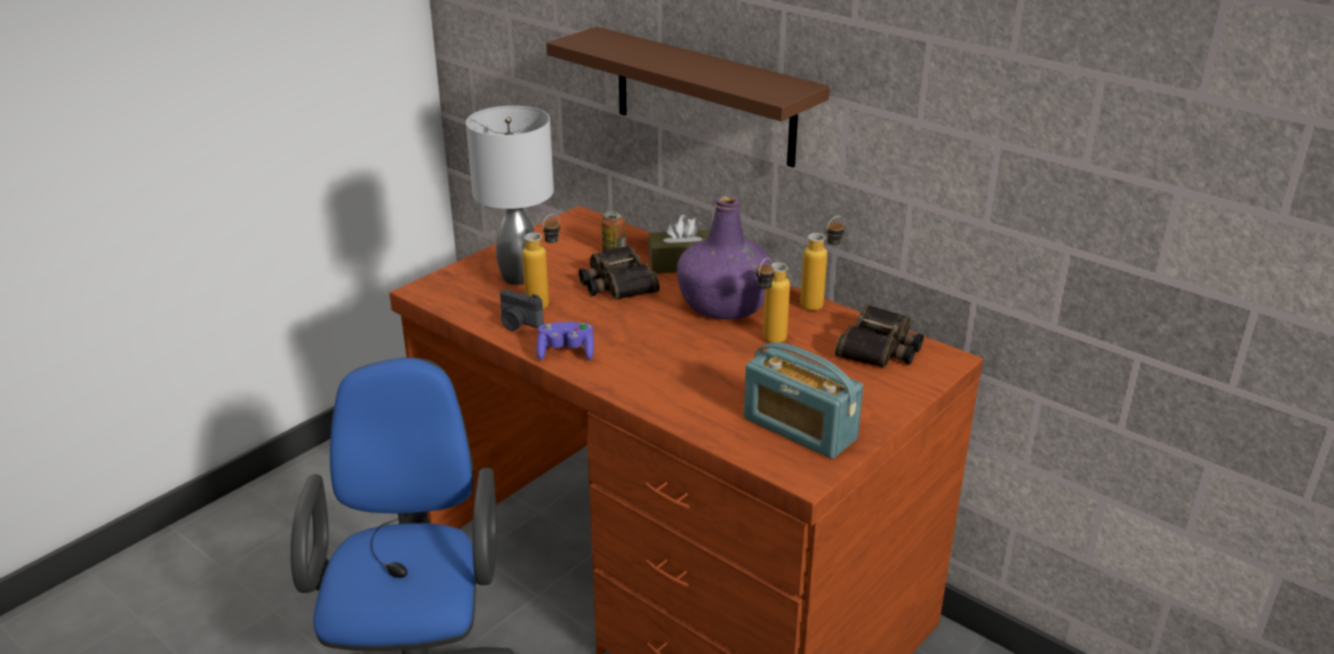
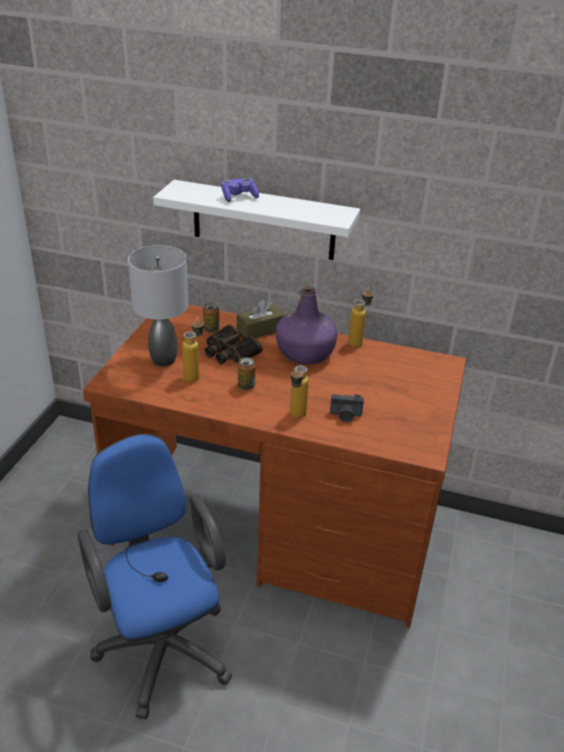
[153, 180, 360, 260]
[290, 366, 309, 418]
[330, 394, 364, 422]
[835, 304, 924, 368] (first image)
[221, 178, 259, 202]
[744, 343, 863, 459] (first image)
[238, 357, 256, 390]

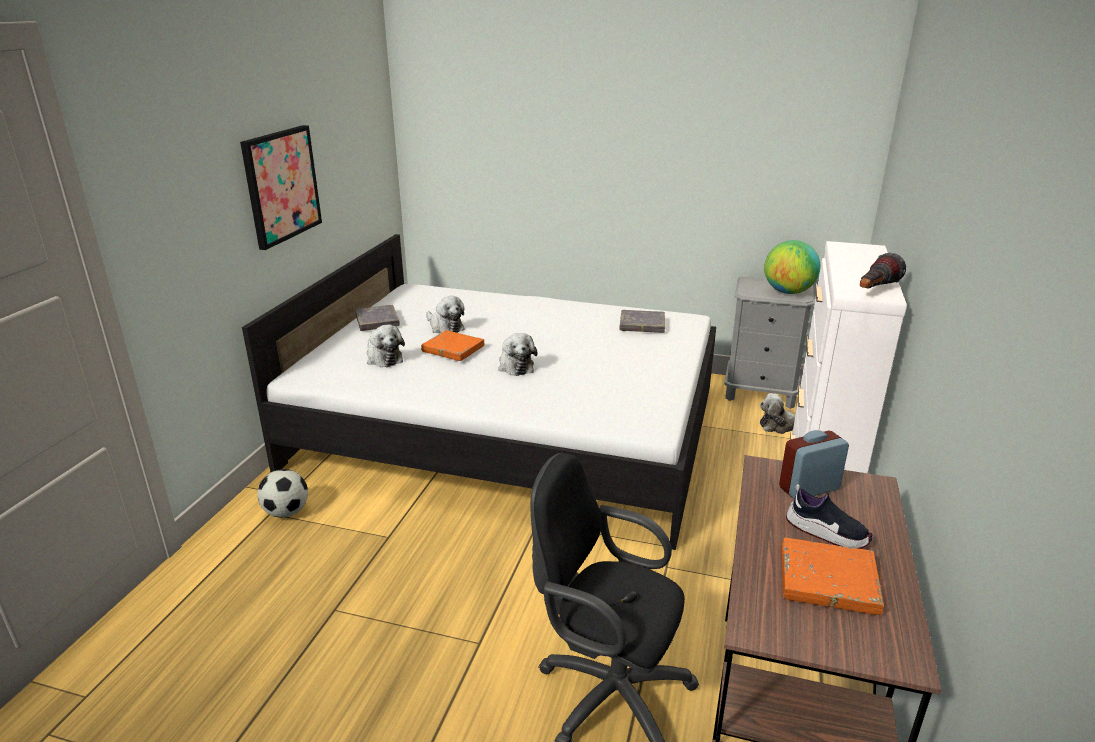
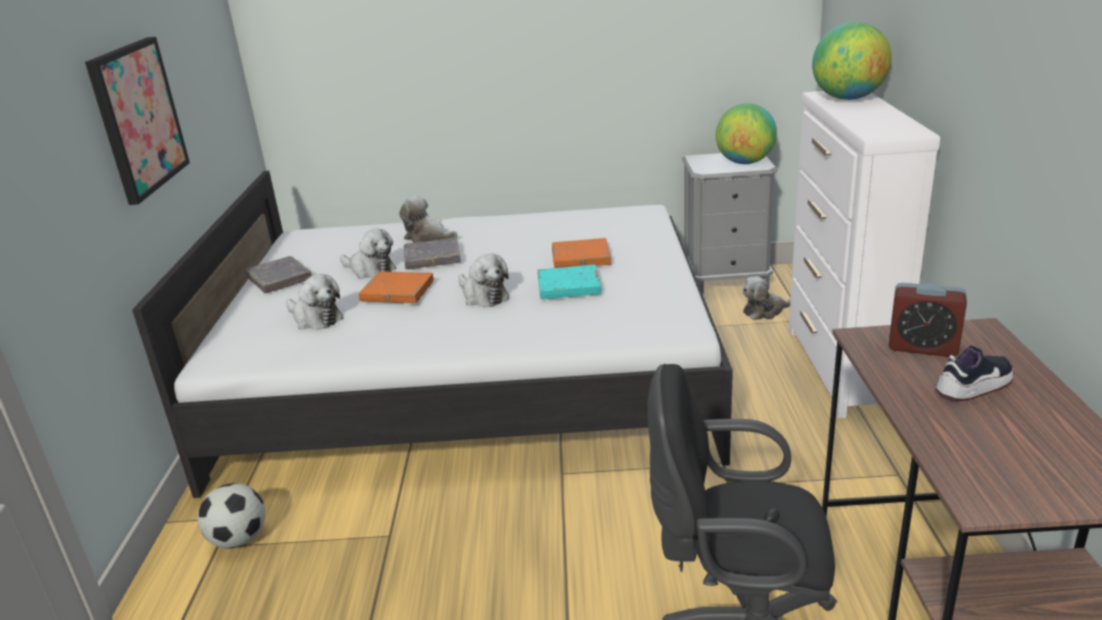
[860, 253, 906, 288] (first image)
[404, 238, 461, 270]
[889, 283, 967, 357]
[935, 346, 1014, 401]
[552, 238, 611, 268]
[812, 22, 891, 100]
[399, 196, 457, 243]
[537, 265, 602, 299]

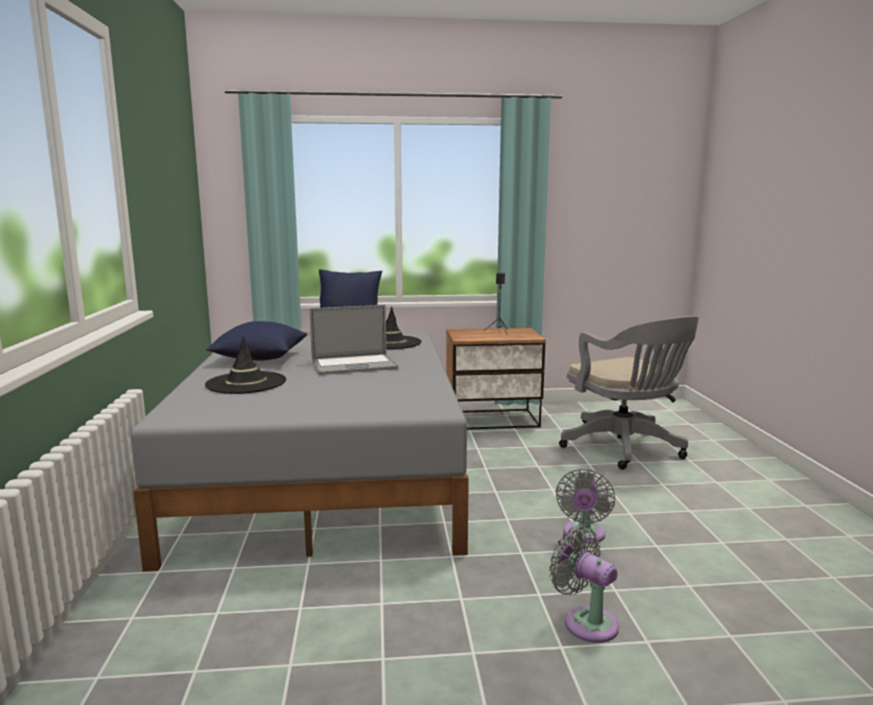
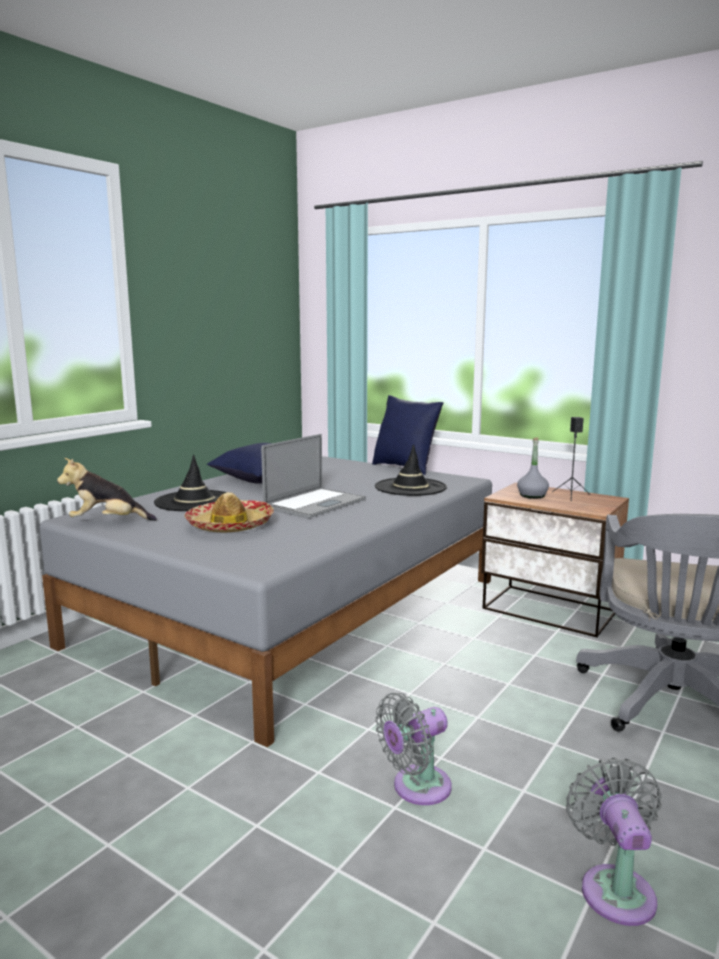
[261, 434, 366, 518]
[566, 757, 662, 926]
[517, 437, 549, 499]
[57, 458, 157, 521]
[184, 492, 274, 532]

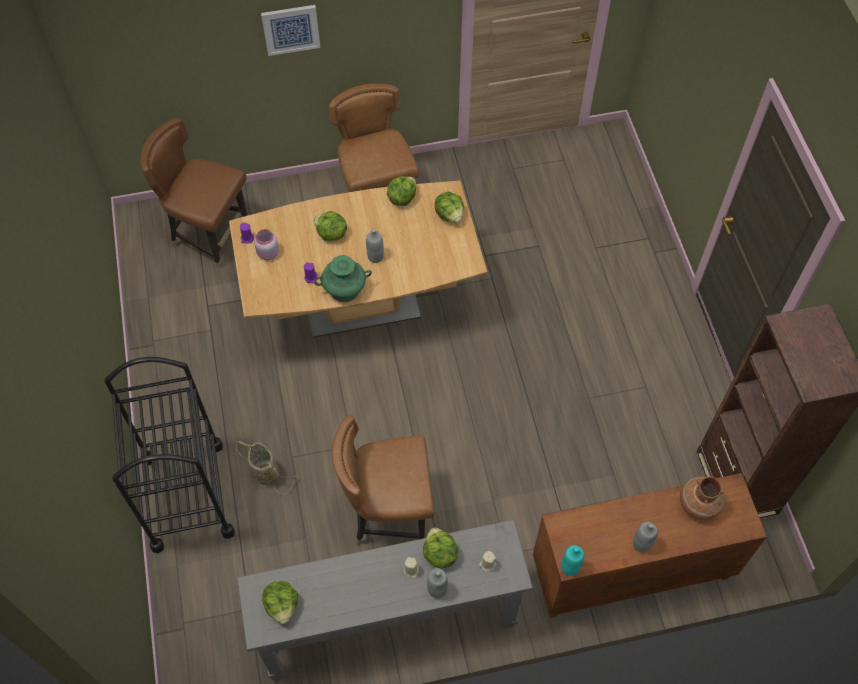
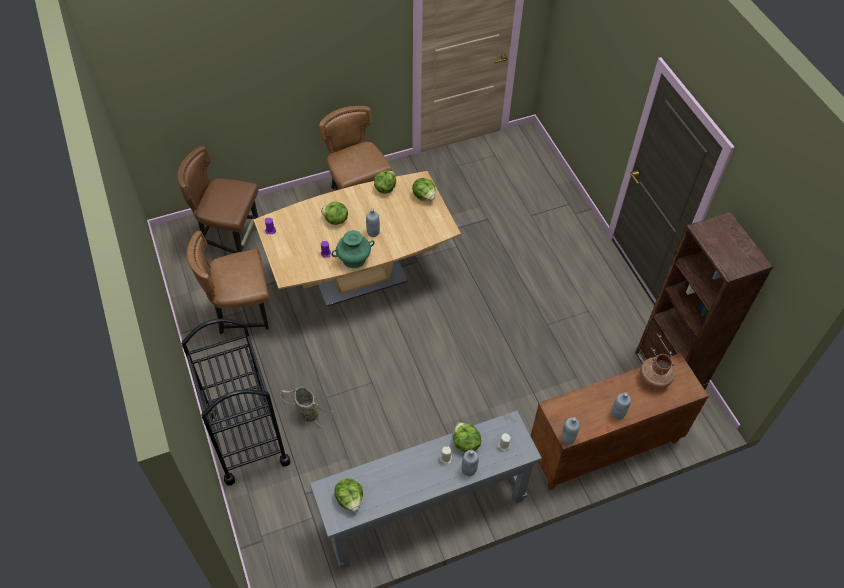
[261, 5, 320, 56] (first image)
[254, 229, 279, 260] (first image)
[187, 231, 270, 340]
[561, 417, 580, 444]

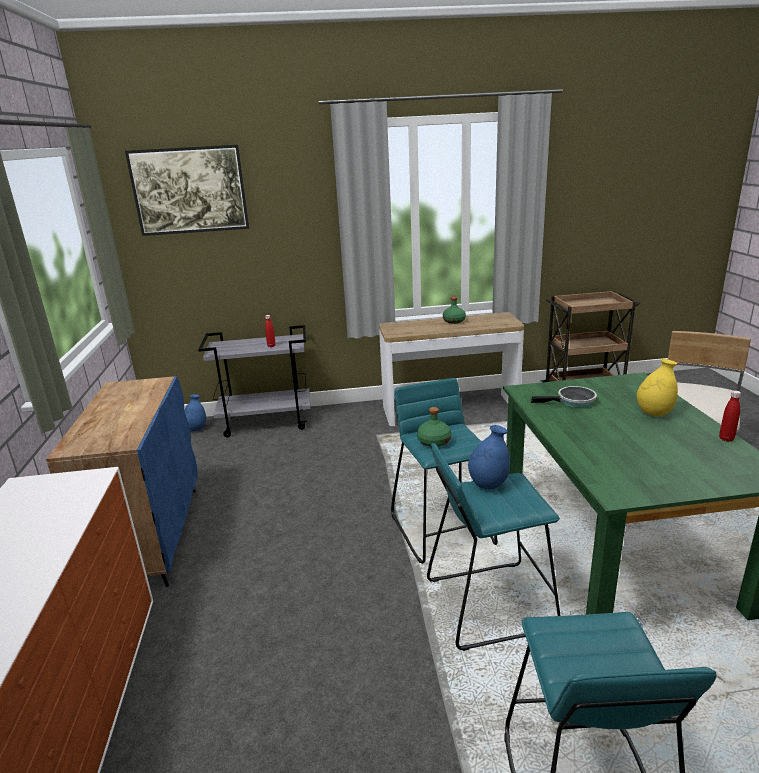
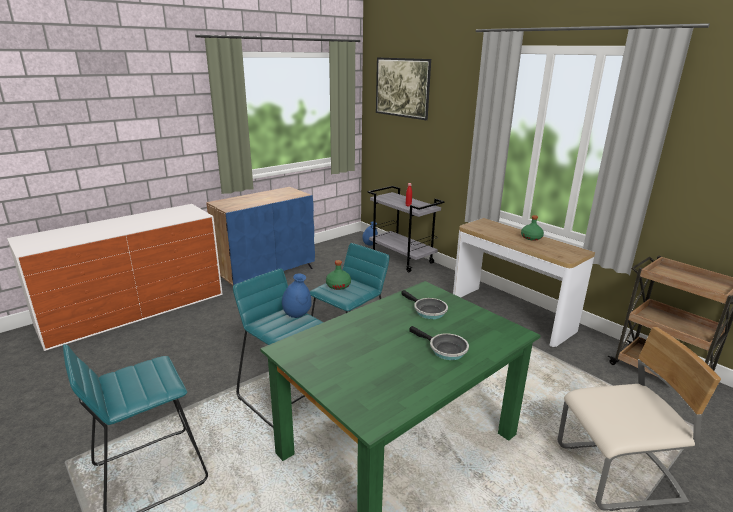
[409, 326, 469, 360]
[719, 391, 741, 442] (first image)

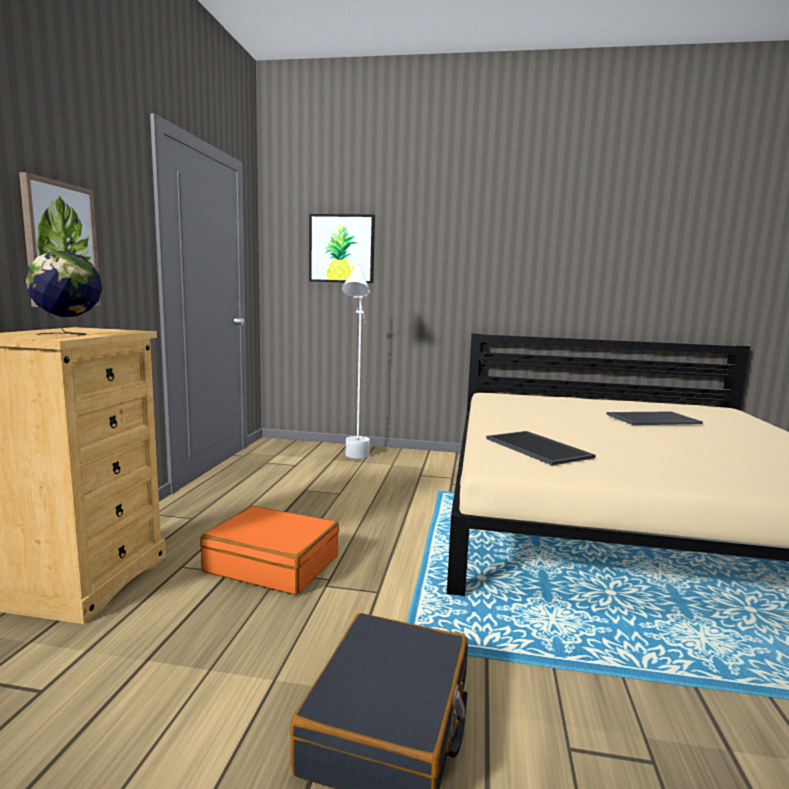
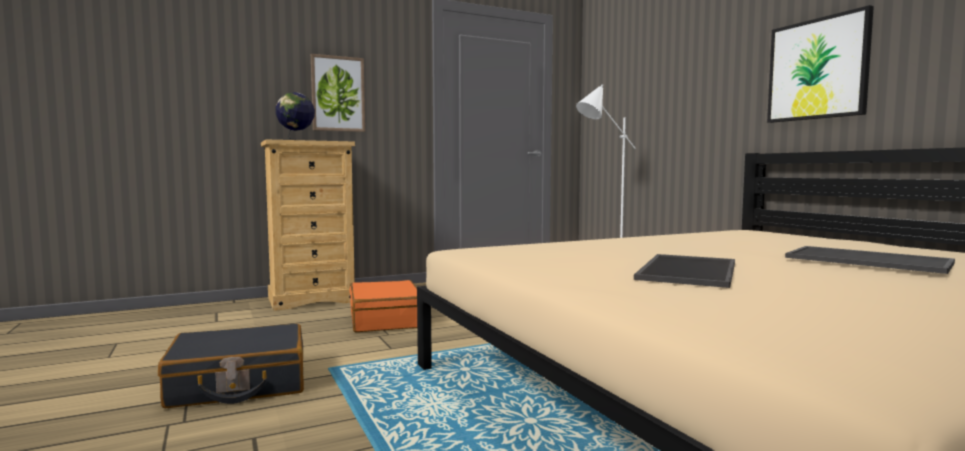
[767, 5, 874, 123]
[634, 254, 735, 288]

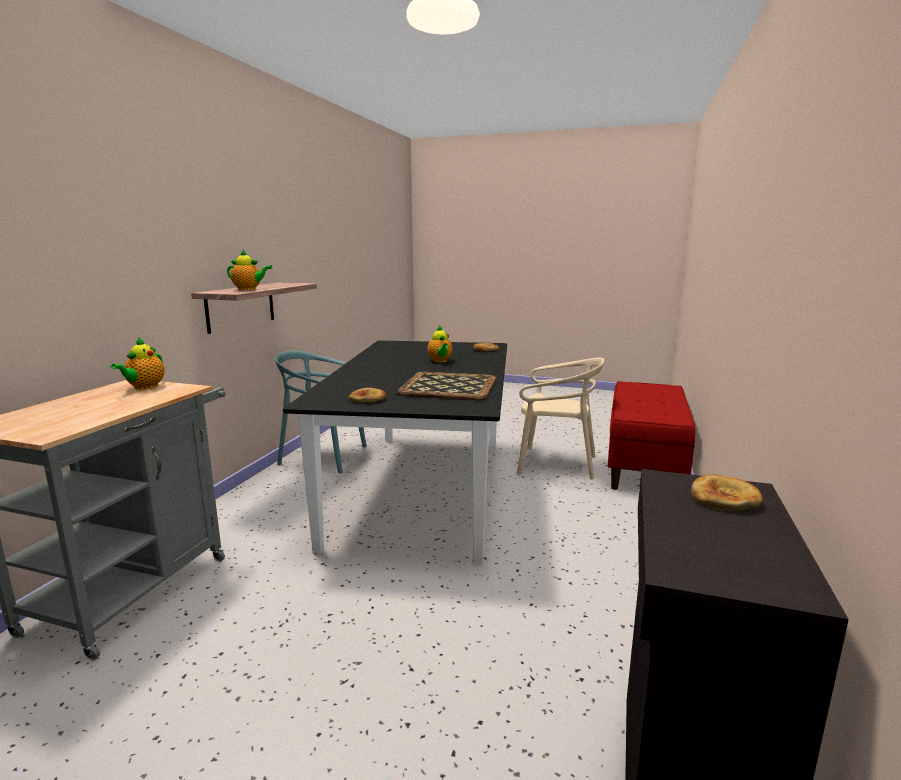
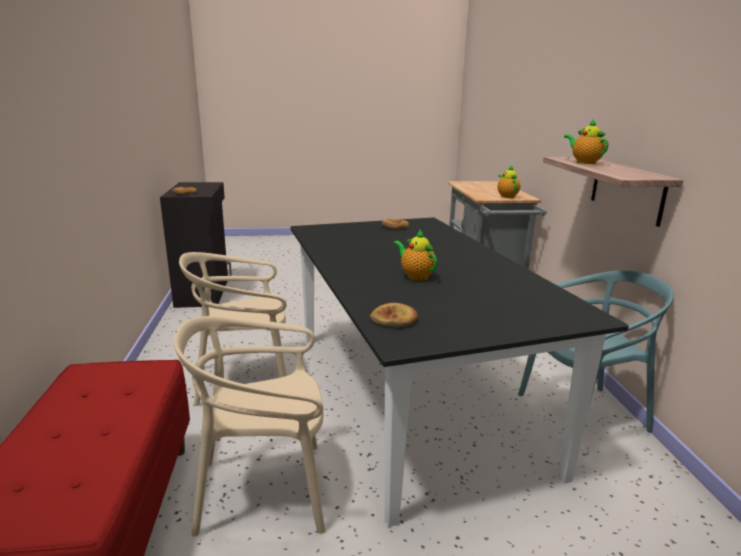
[564, 120, 609, 164]
[397, 372, 497, 400] (first image)
[179, 252, 287, 406]

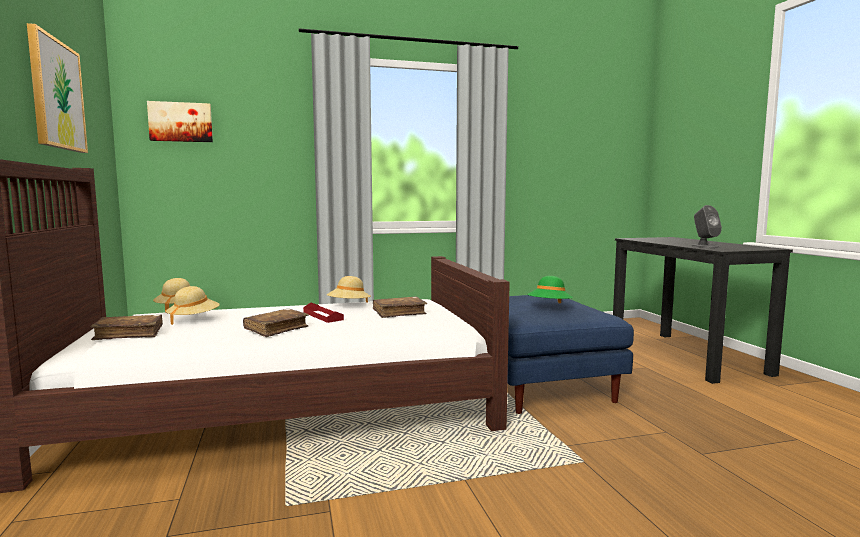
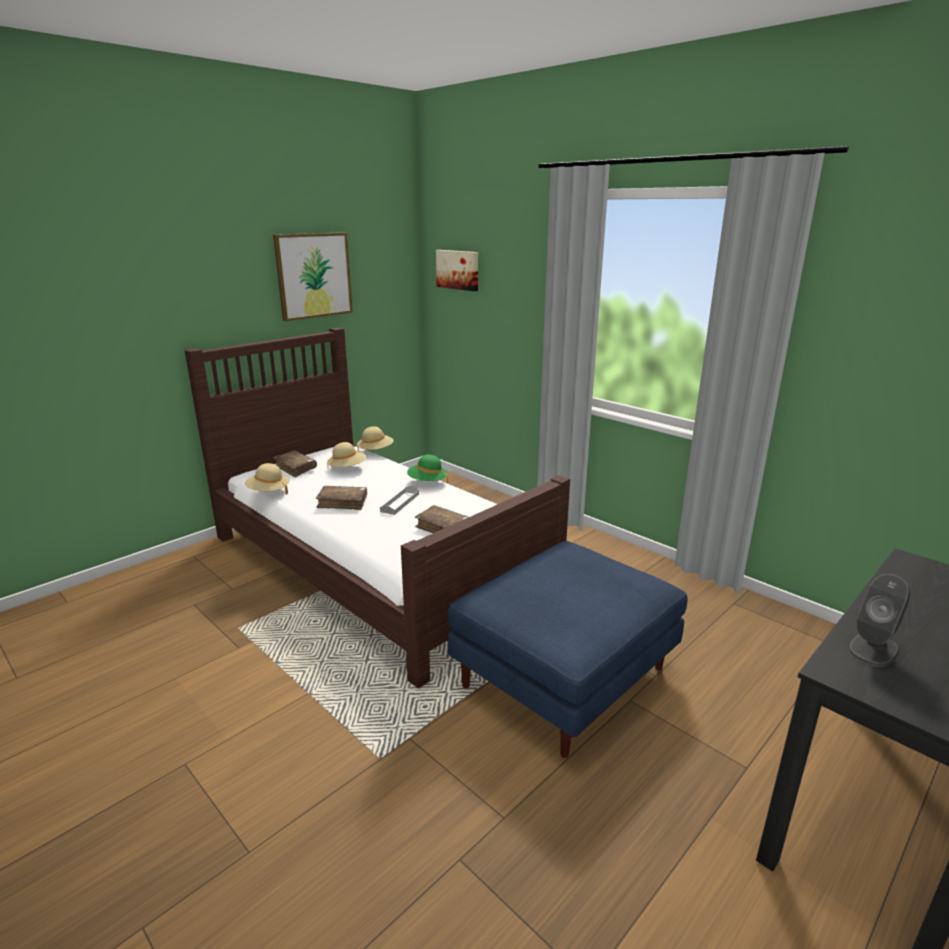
[245, 463, 289, 495]
[407, 455, 448, 484]
[380, 485, 419, 515]

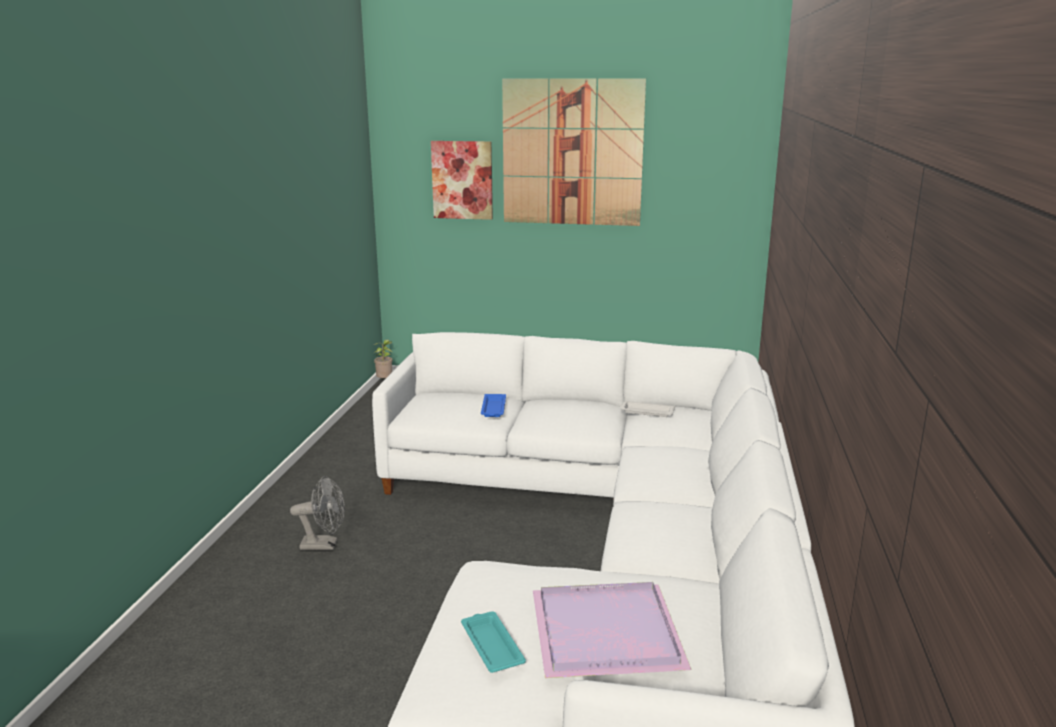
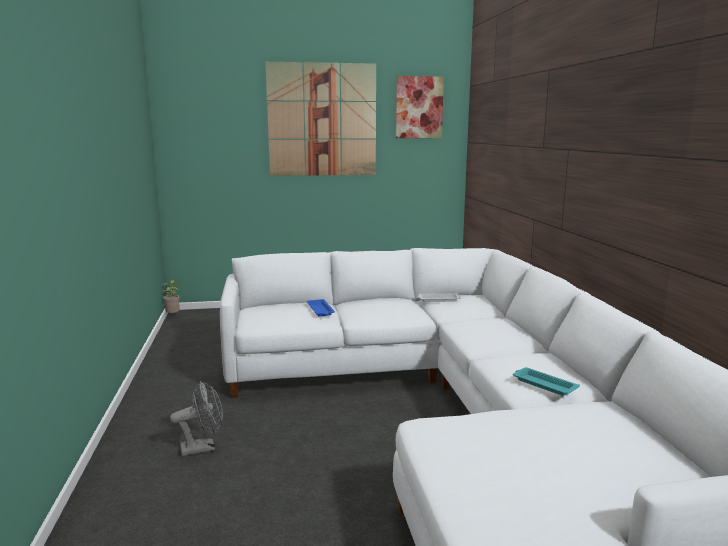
[396, 76, 444, 138]
[533, 582, 691, 678] (first image)
[513, 367, 580, 396]

